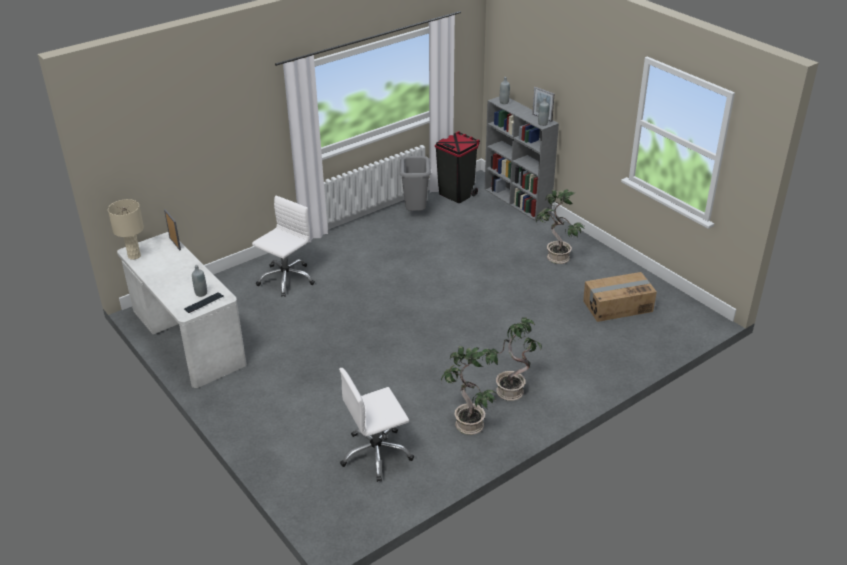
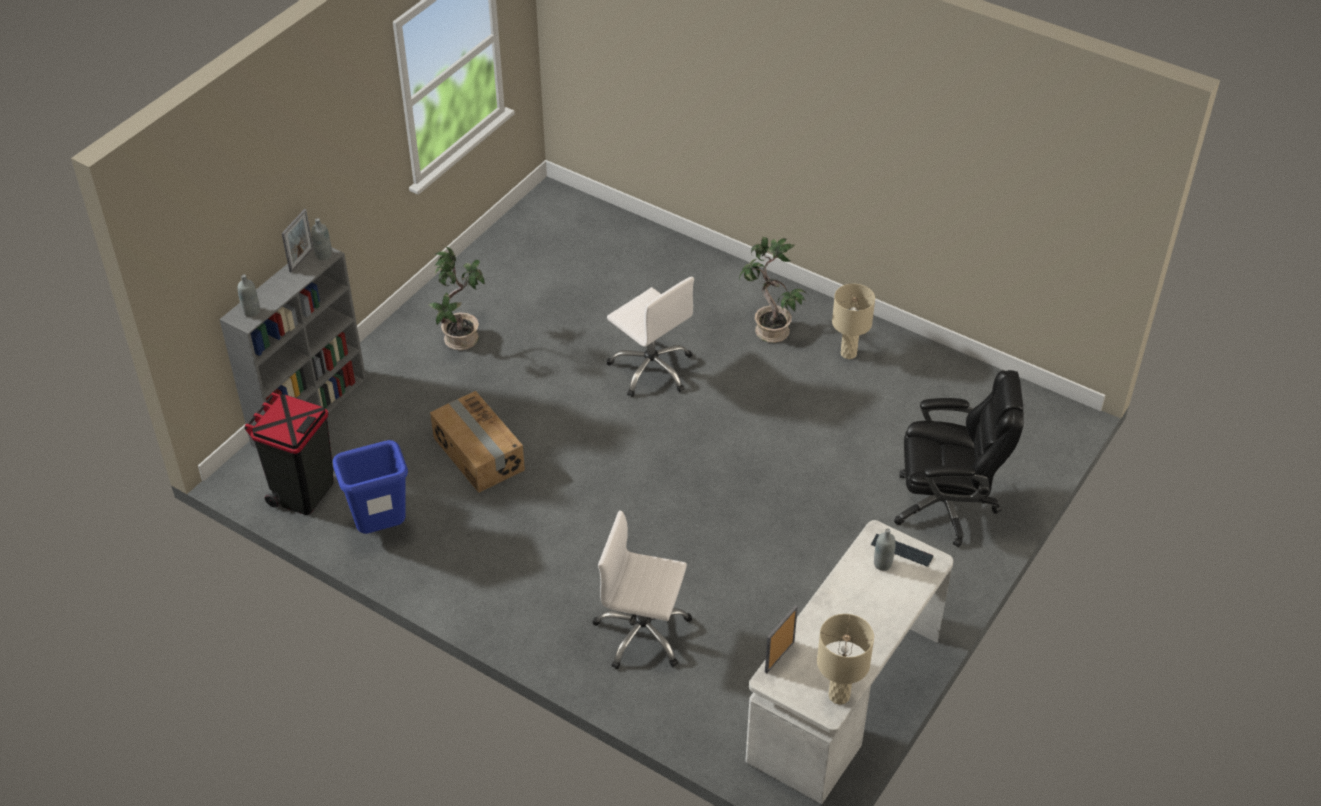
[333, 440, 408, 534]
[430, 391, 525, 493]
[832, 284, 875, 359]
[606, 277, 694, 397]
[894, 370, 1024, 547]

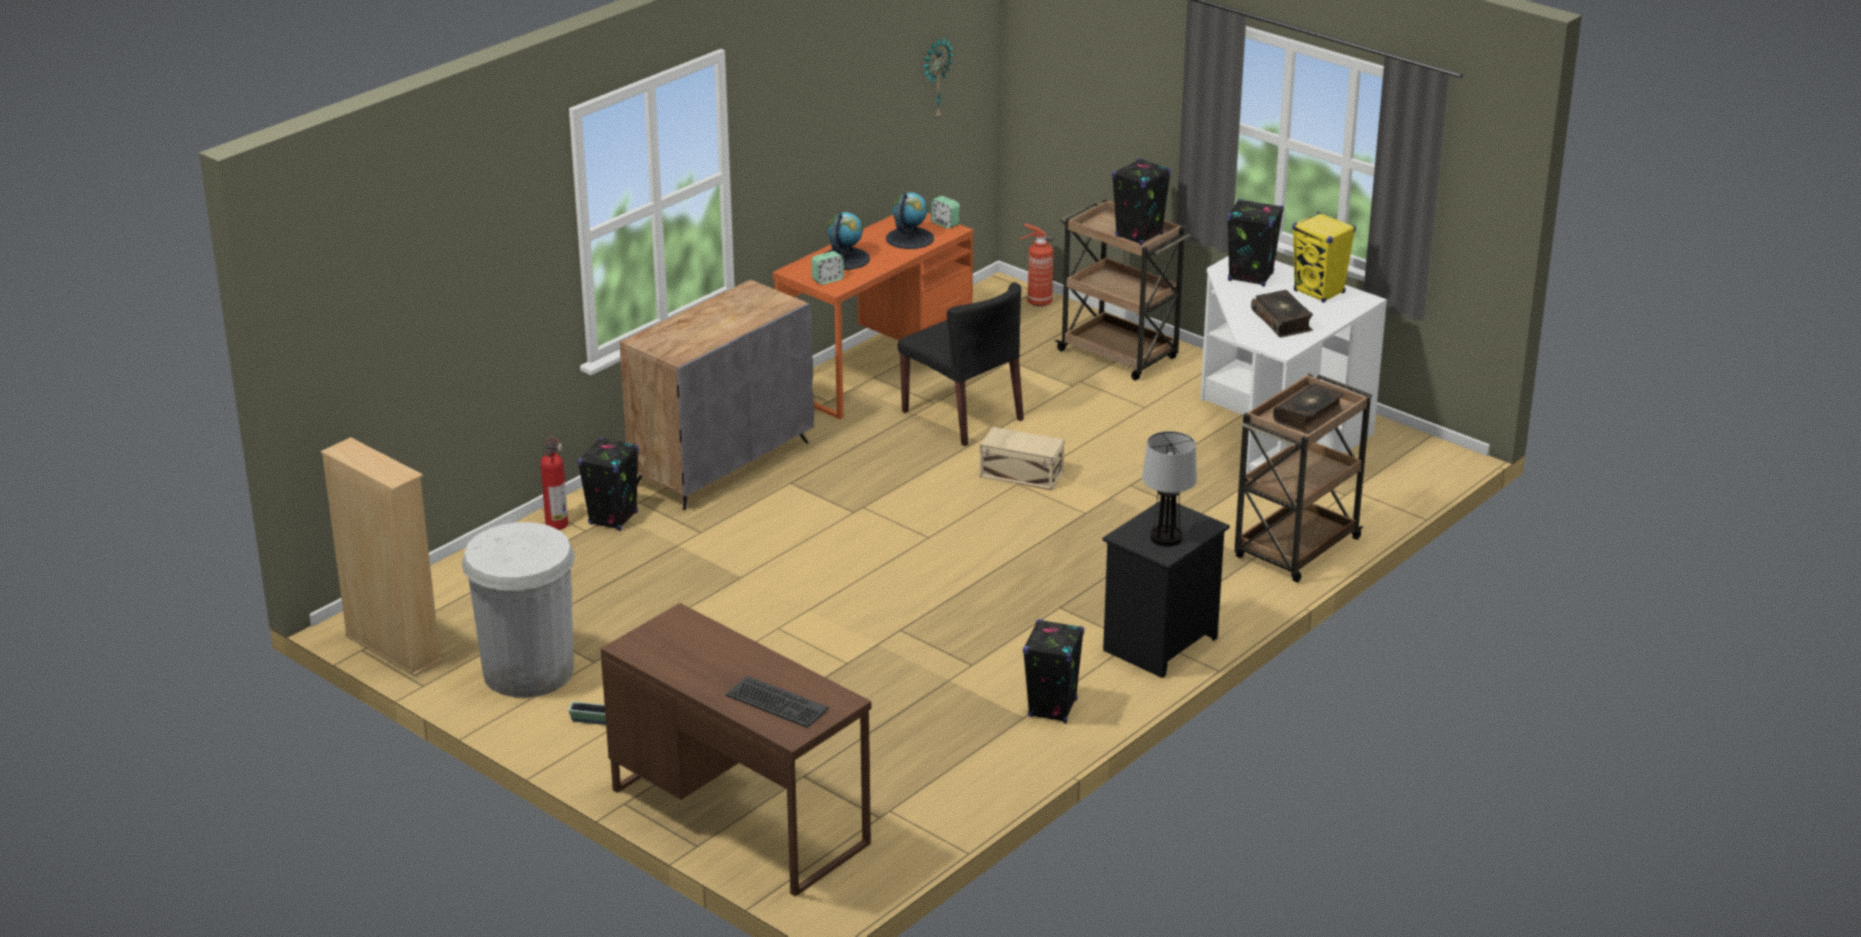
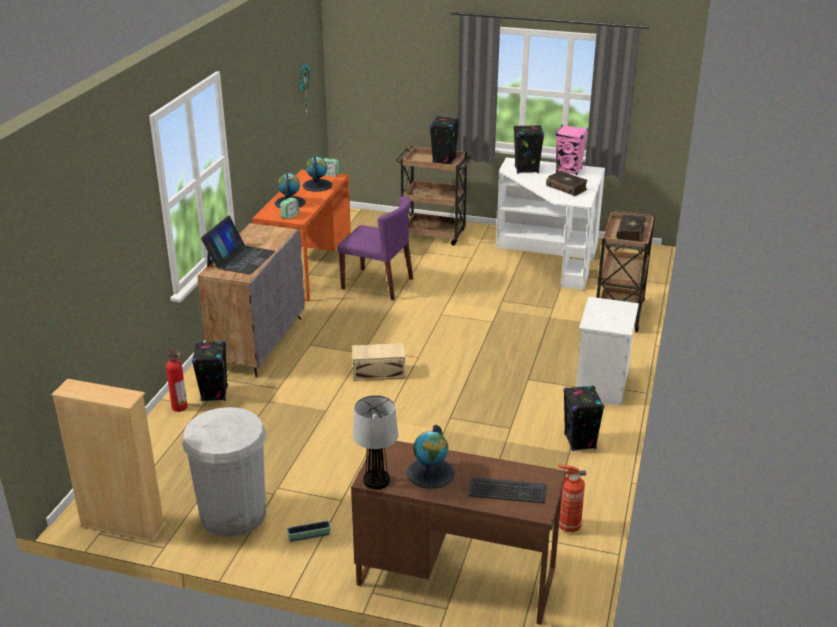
[555, 125, 588, 175]
[558, 465, 586, 532]
[337, 196, 413, 300]
[352, 343, 405, 381]
[353, 395, 398, 489]
[576, 297, 639, 406]
[201, 216, 276, 275]
[407, 425, 455, 489]

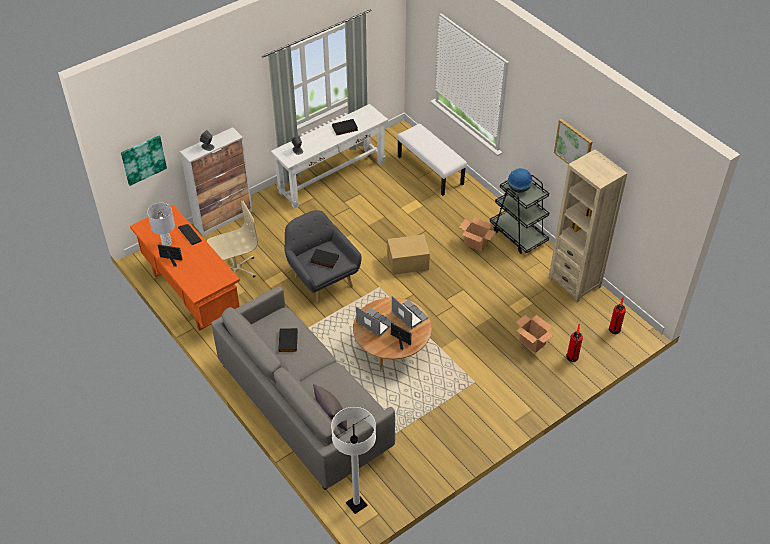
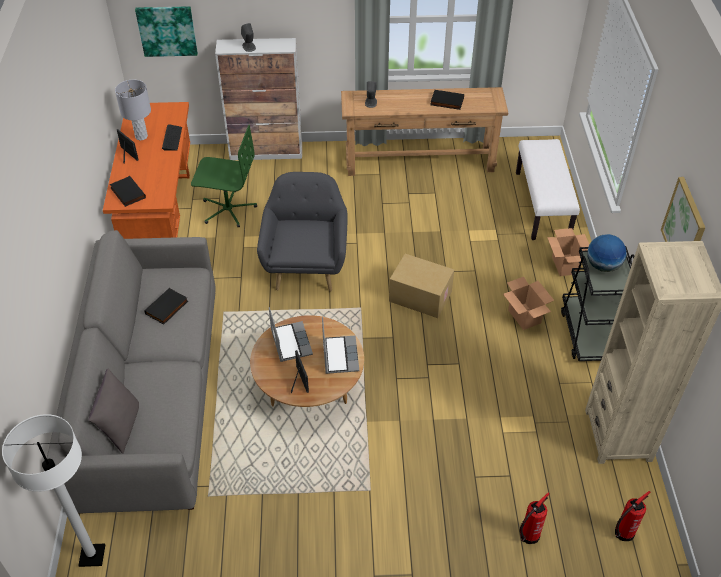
[341, 87, 508, 176]
[191, 125, 257, 228]
[110, 176, 146, 207]
[547, 228, 590, 276]

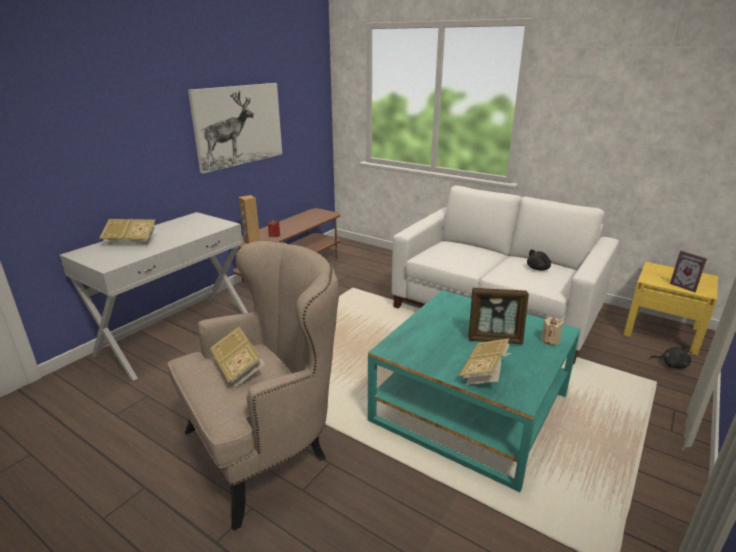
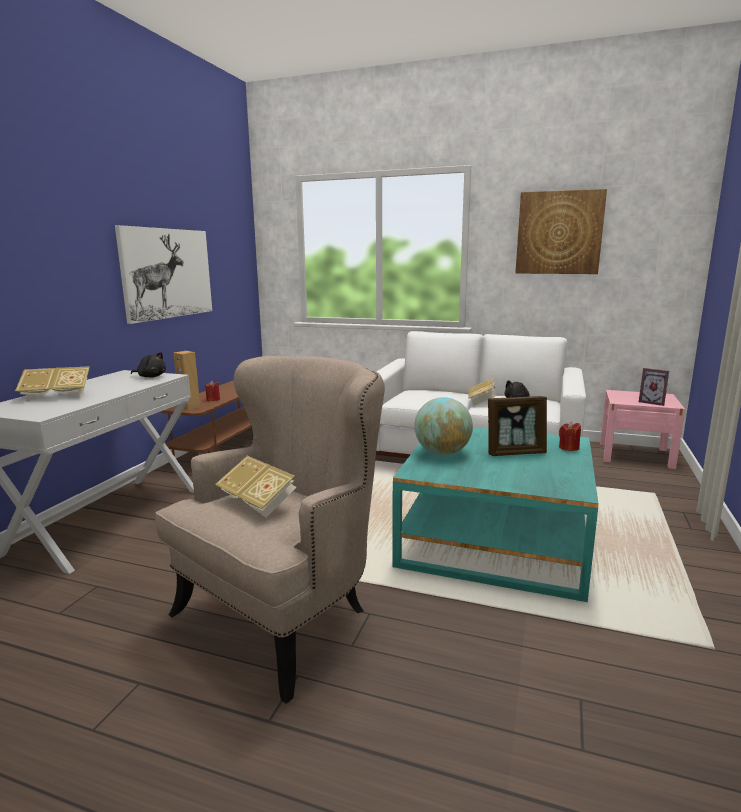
[600, 390, 685, 469]
[559, 421, 581, 451]
[468, 378, 496, 406]
[131, 352, 166, 377]
[515, 189, 607, 274]
[414, 397, 473, 455]

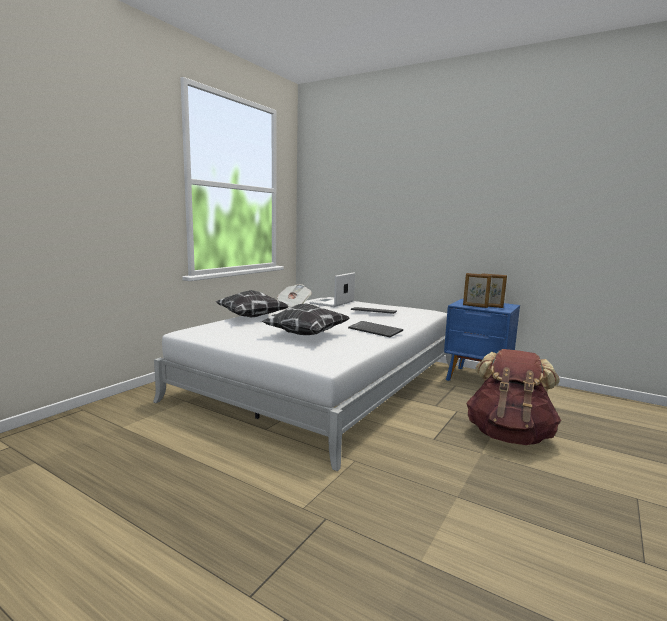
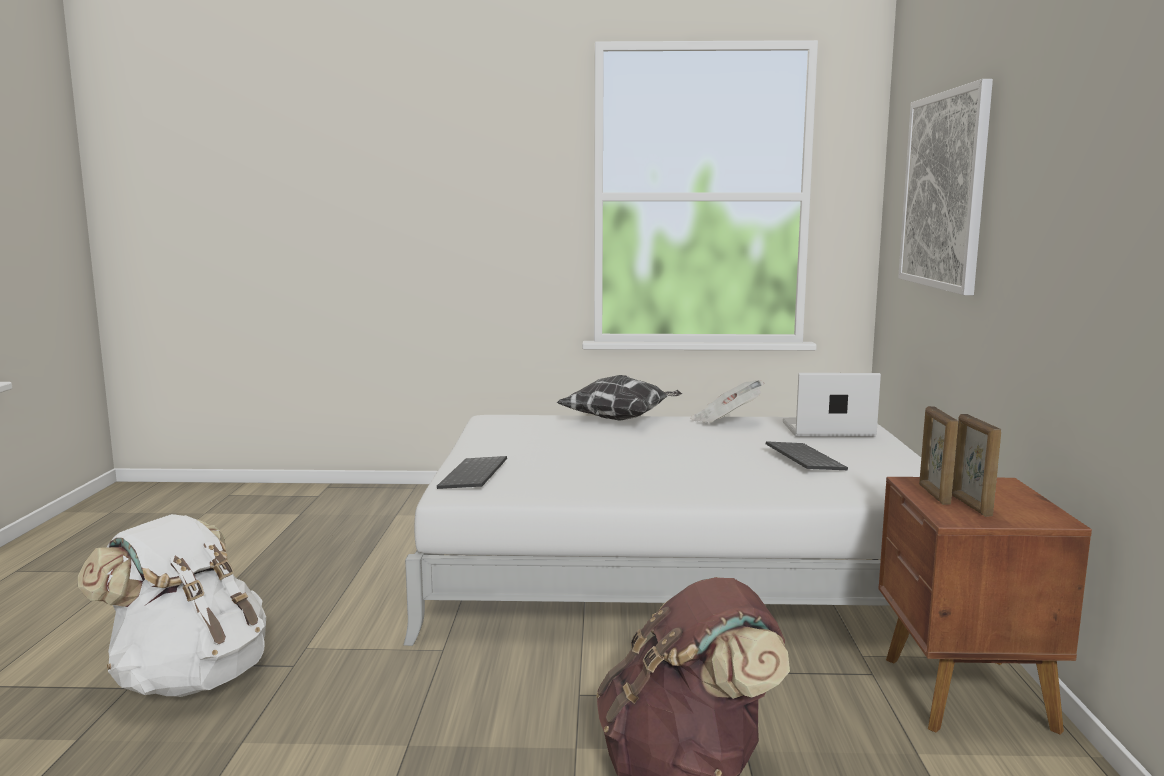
[879, 477, 1092, 735]
[261, 303, 350, 335] (first image)
[437, 456, 507, 489]
[898, 79, 993, 295]
[78, 514, 266, 697]

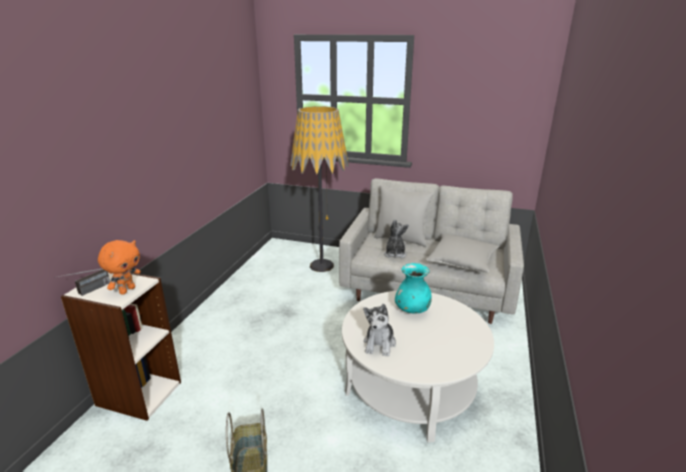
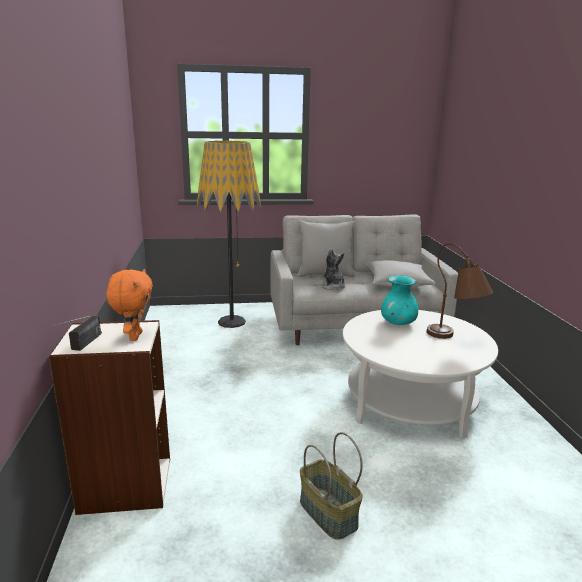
[363, 304, 396, 356] (first image)
[427, 243, 494, 339]

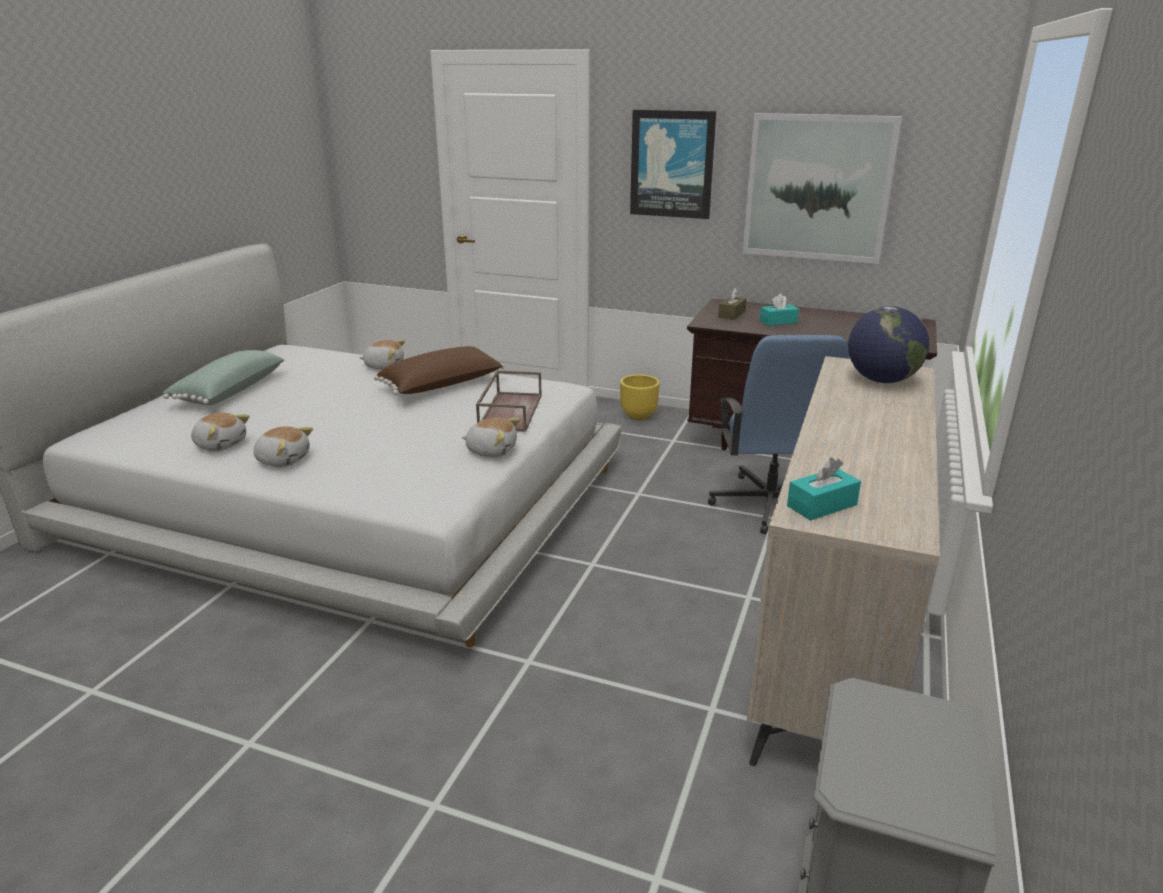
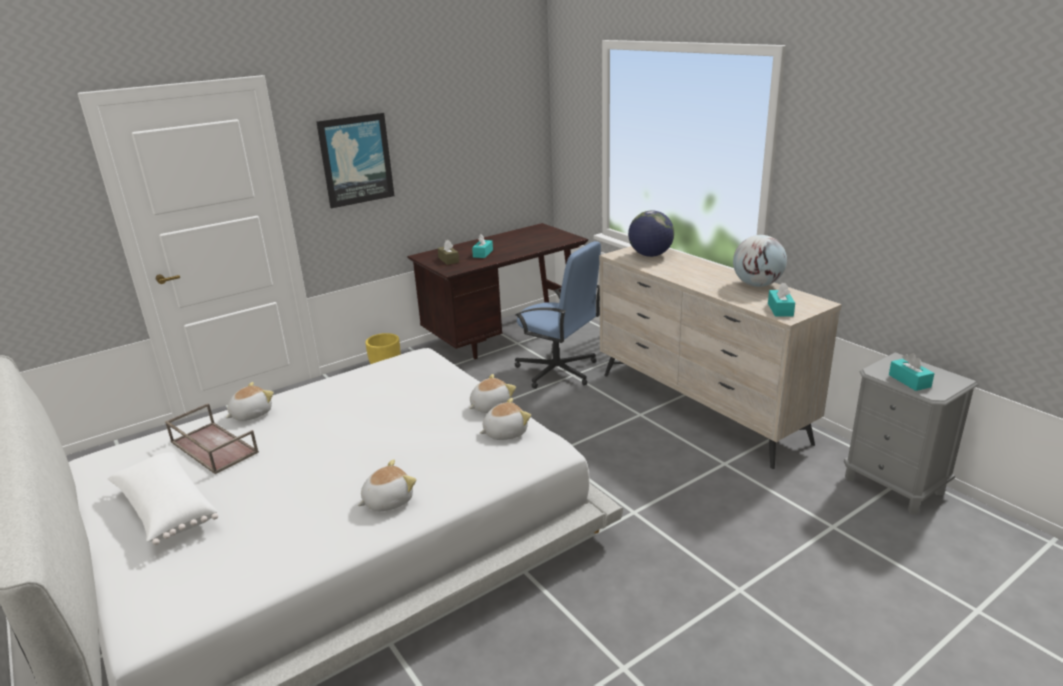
[742, 113, 902, 264] (first image)
[374, 346, 504, 395] (first image)
[108, 452, 218, 545]
[165, 403, 259, 474]
[480, 398, 531, 440]
[733, 235, 787, 287]
[889, 353, 935, 391]

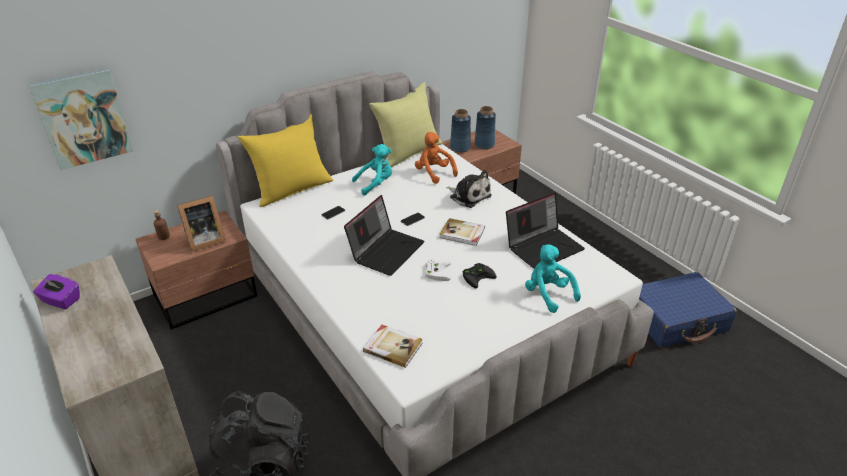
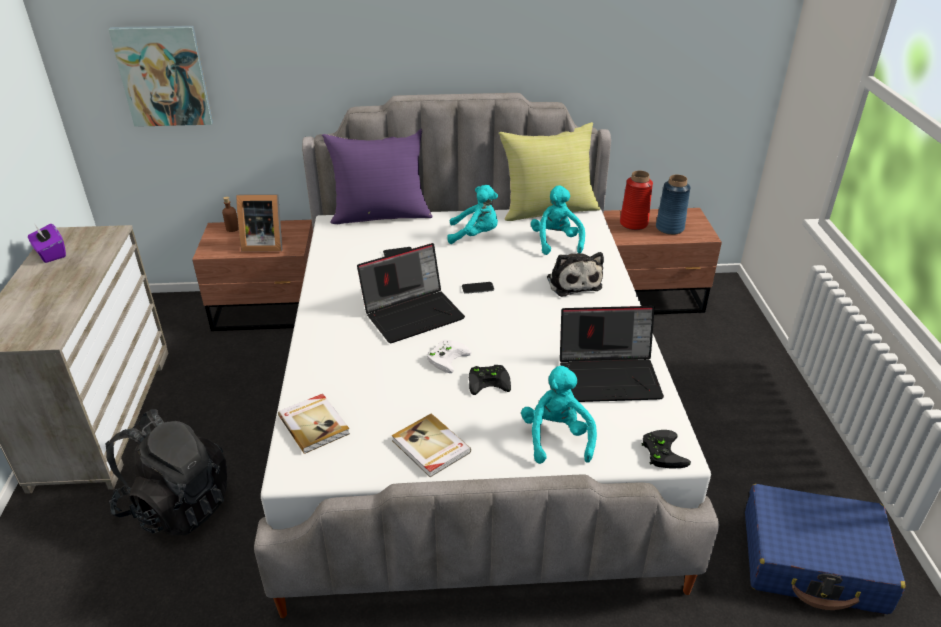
[620, 171, 653, 230]
[322, 129, 433, 224]
[531, 186, 585, 255]
[392, 414, 471, 477]
[641, 430, 691, 469]

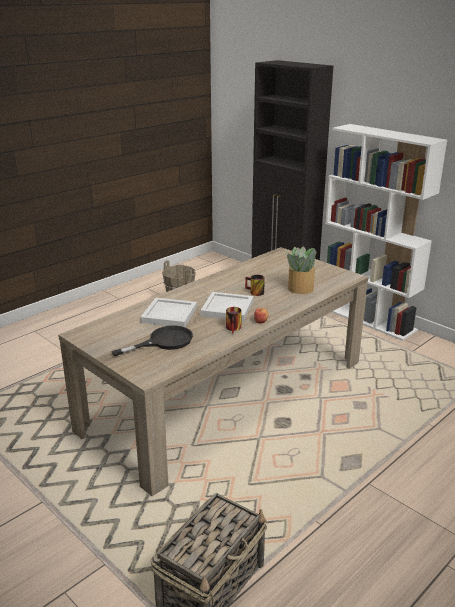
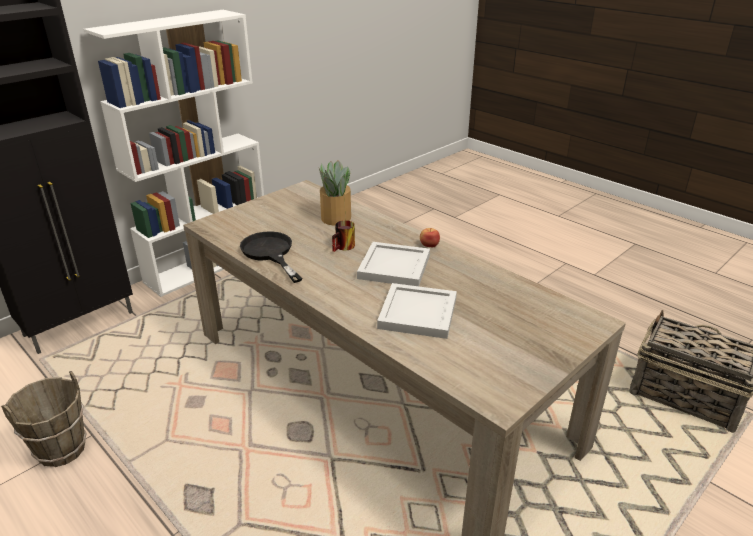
[226, 307, 242, 333] (first image)
[240, 231, 302, 283]

